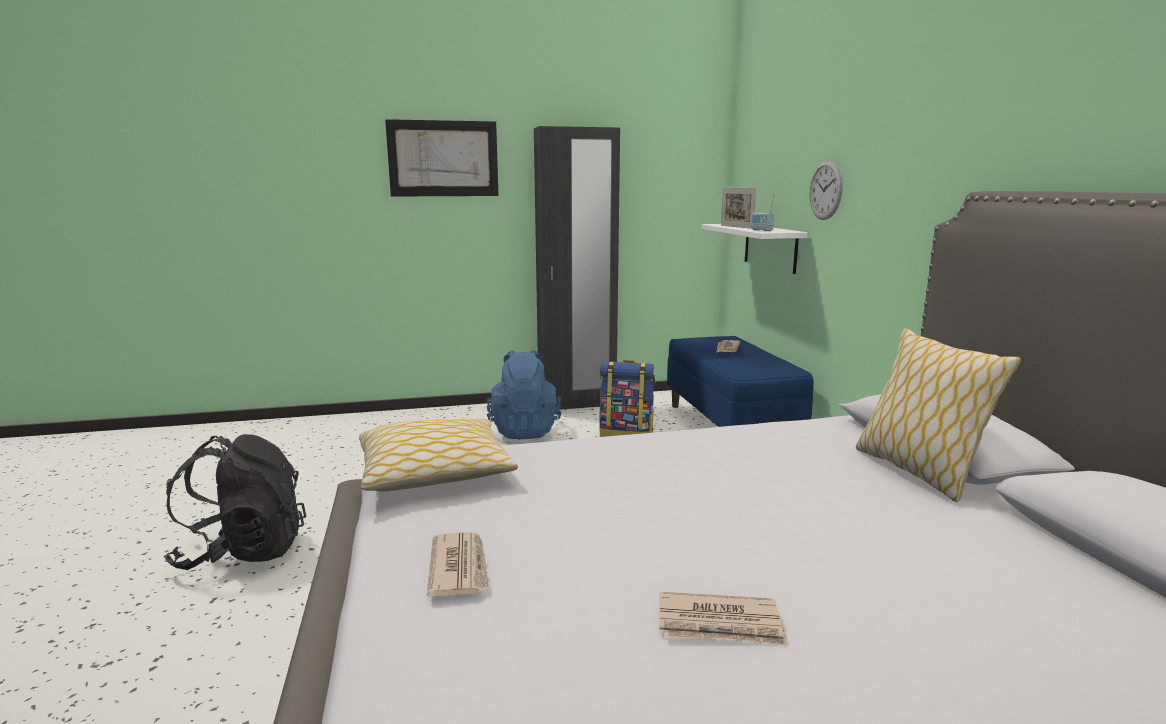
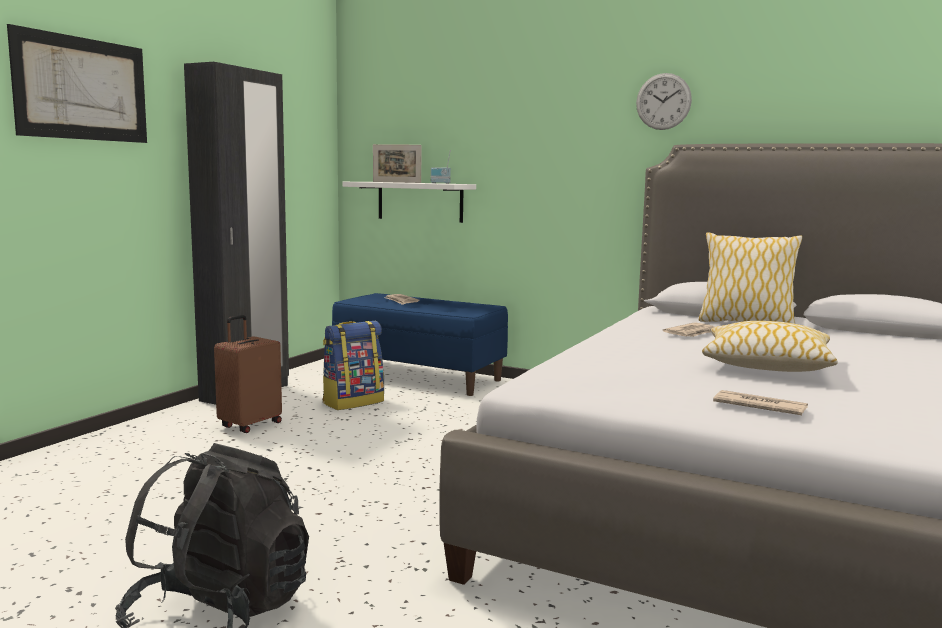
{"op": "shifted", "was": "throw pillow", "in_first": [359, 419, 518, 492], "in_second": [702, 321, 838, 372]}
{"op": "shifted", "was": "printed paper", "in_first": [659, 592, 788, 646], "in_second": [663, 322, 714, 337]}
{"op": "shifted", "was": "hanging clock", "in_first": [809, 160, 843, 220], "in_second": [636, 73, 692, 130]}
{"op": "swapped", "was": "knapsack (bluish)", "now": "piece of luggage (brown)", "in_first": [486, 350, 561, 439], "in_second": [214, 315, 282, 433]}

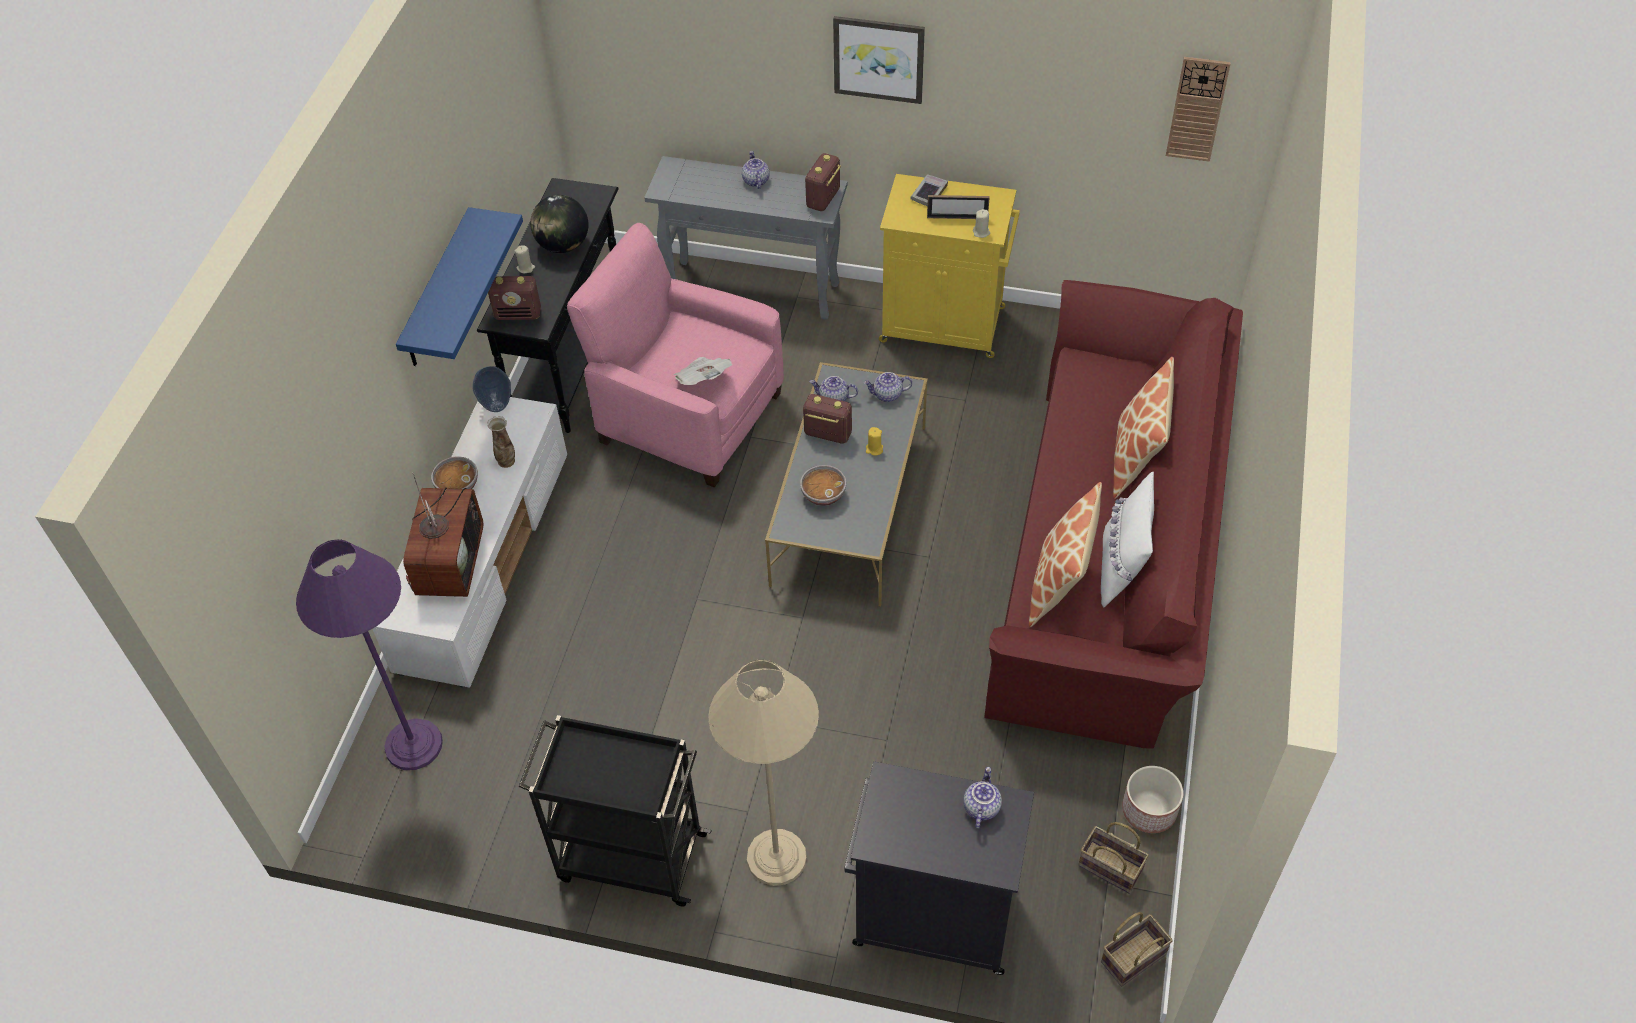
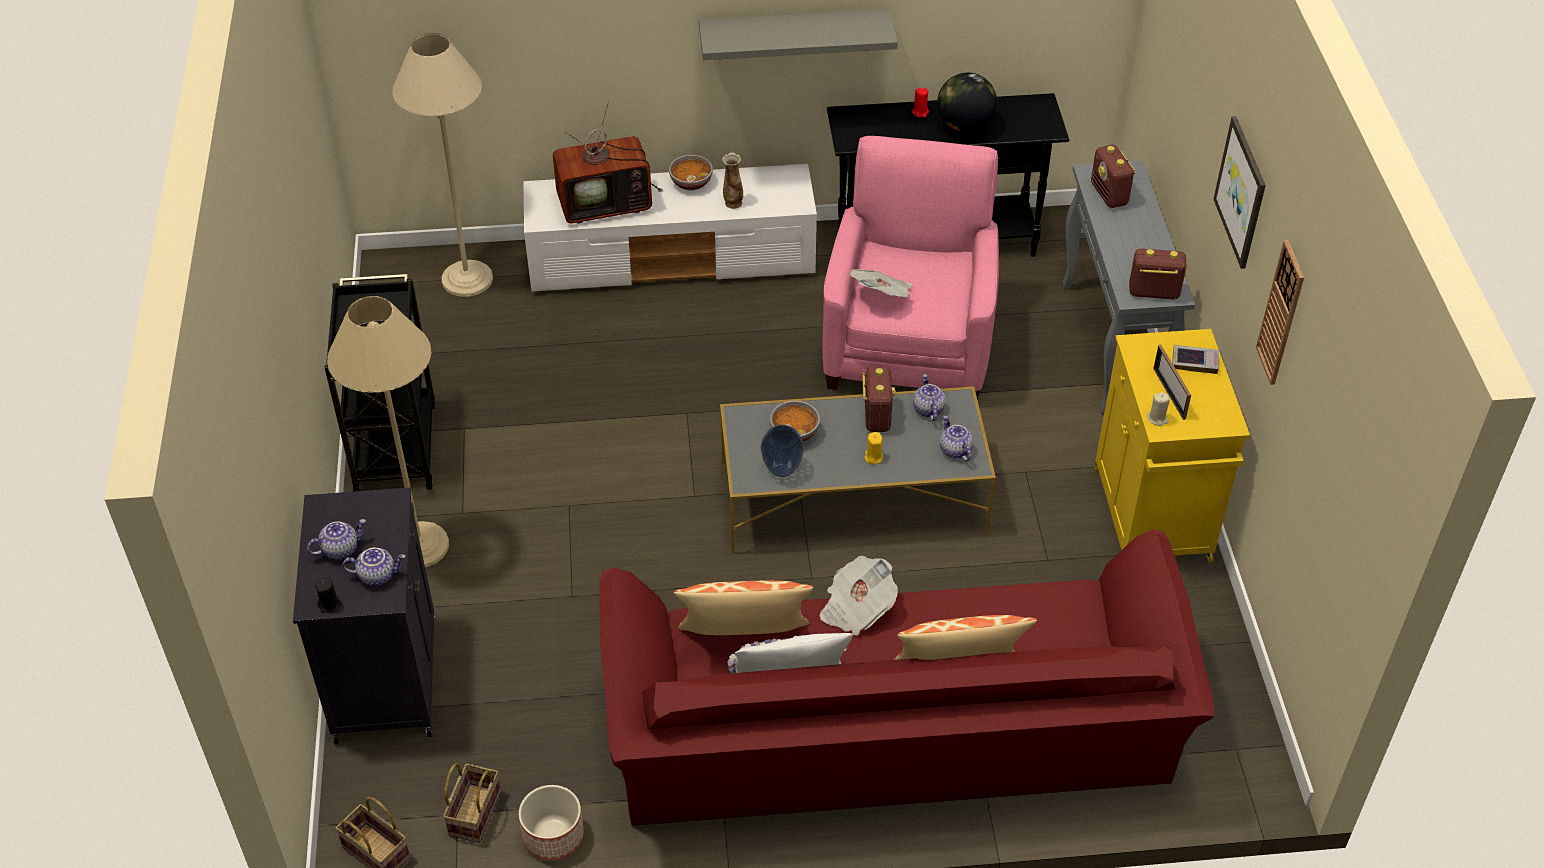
{"op": "new", "now": "wax candle (blackish)", "in_second": [315, 577, 342, 613]}
{"op": "new", "now": "printed paper", "in_second": [820, 556, 898, 635]}
{"op": "shifted", "was": "flower vase", "in_first": [473, 366, 511, 412], "in_second": [761, 425, 804, 477]}
{"op": "shifted", "was": "radio", "in_first": [488, 276, 541, 320], "in_second": [1091, 145, 1136, 208]}
{"op": "shifted", "was": "teapot", "in_first": [742, 151, 770, 189], "in_second": [307, 519, 366, 559]}
{"op": "shifted", "was": "hanging clock", "in_first": [1166, 57, 1231, 162], "in_second": [1256, 240, 1304, 385]}
{"op": "repainted", "was": "floor lamp (purple-coloured)", "now": "floor lamp (beige)", "in_first": [296, 540, 443, 770], "in_second": [392, 33, 493, 297]}
{"op": "repainted", "was": "shelf (bluish)", "now": "shelf (gray)", "in_first": [396, 207, 523, 366], "in_second": [699, 9, 898, 60]}
{"op": "repainted", "was": "wax candle (beige)", "now": "wax candle (reddish)", "in_first": [514, 246, 535, 273], "in_second": [912, 88, 929, 118]}

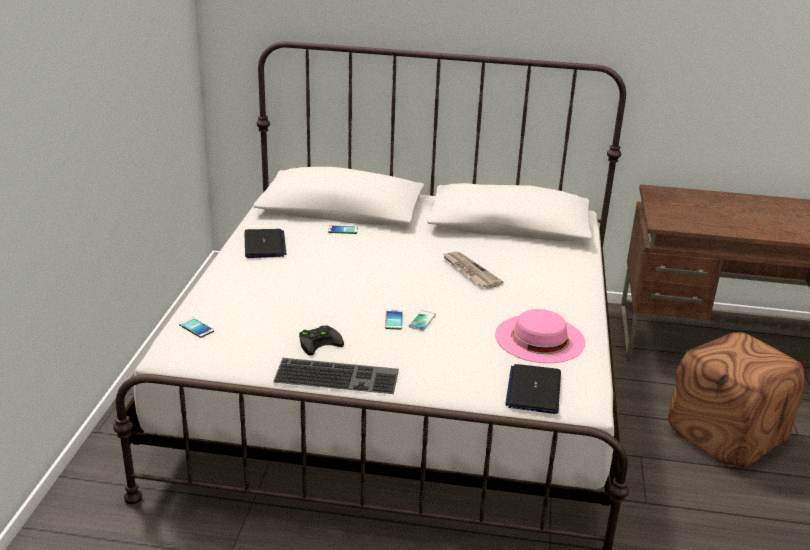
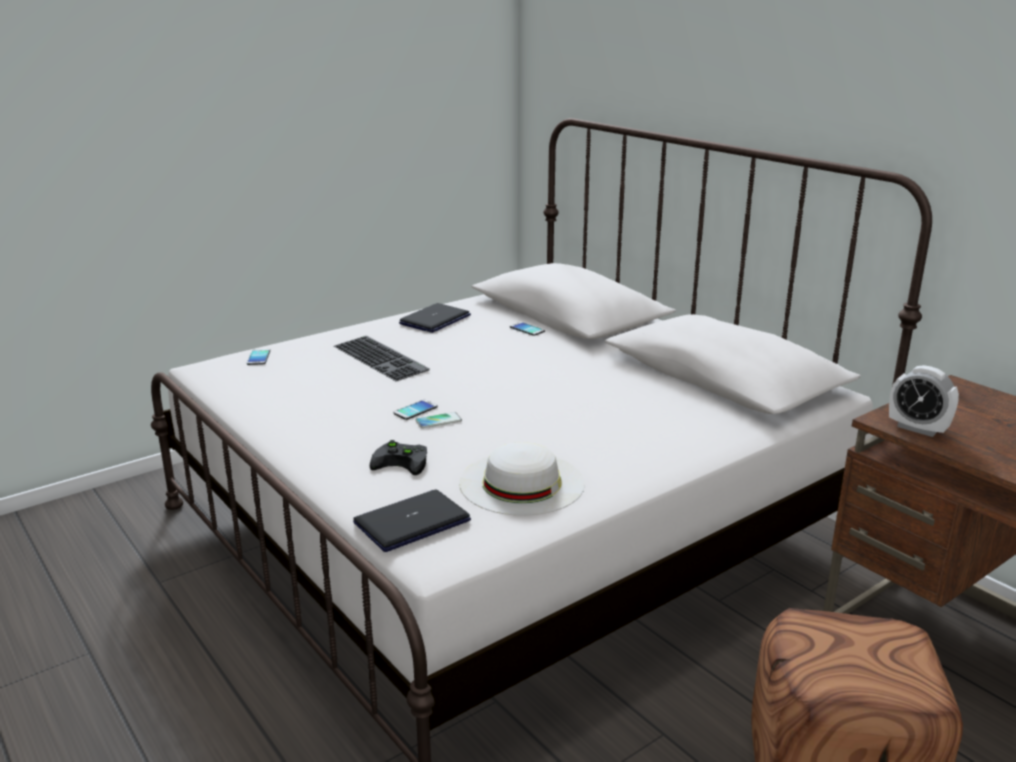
{"op": "gone", "was": "printed paper", "in_first": [442, 251, 504, 289]}
{"op": "new", "now": "table clock", "in_second": [889, 365, 959, 437]}
{"op": "shifted", "was": "computer keyboard", "in_first": [273, 358, 399, 394], "in_second": [334, 336, 430, 381]}
{"op": "shifted", "was": "game controller (blackish)", "in_first": [299, 325, 344, 355], "in_second": [370, 440, 427, 475]}
{"op": "repainted", "was": "clothing hat (pink-coloured)", "now": "clothing hat (whitish)", "in_first": [495, 309, 585, 363], "in_second": [459, 442, 585, 516]}

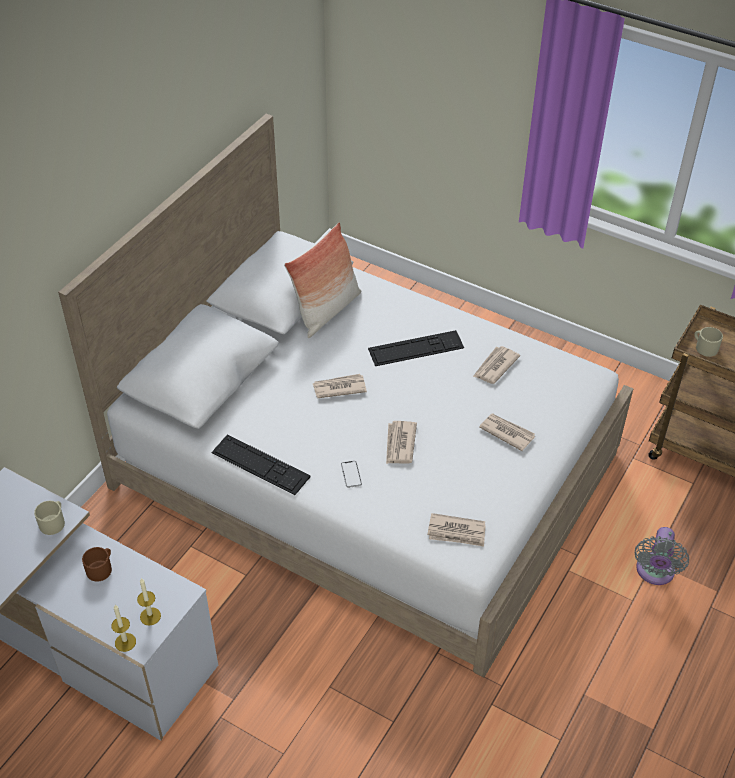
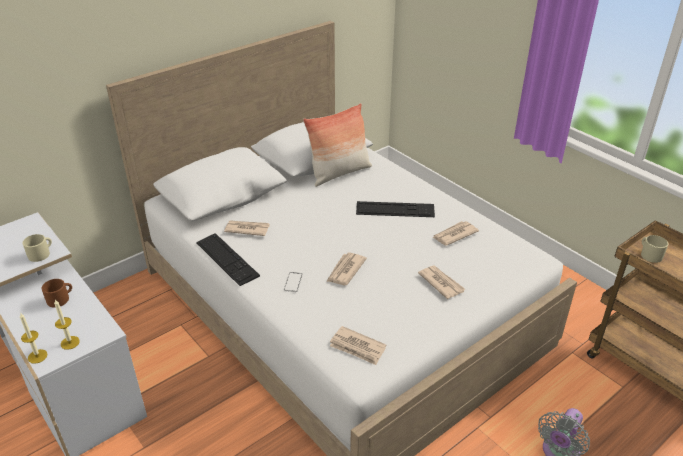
{"op": "shifted", "was": "printed paper", "in_first": [313, 374, 367, 398], "in_second": [224, 220, 270, 236]}

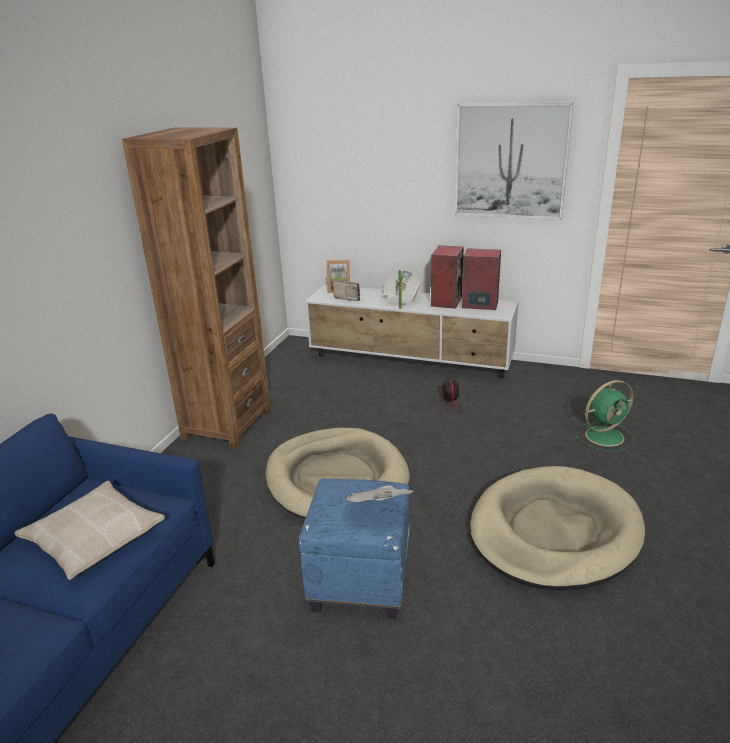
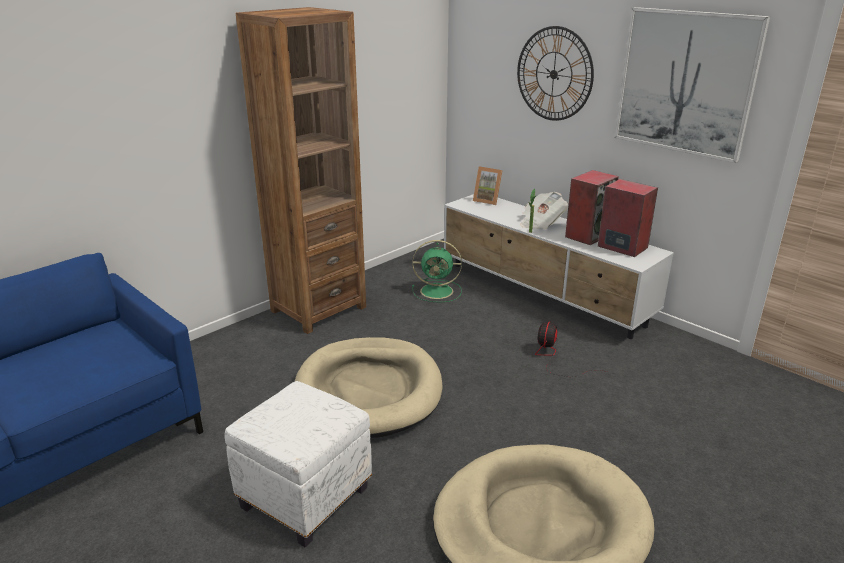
{"op": "gone", "was": "throw pillow (beige)", "in_first": [14, 481, 165, 580]}
{"op": "gone", "was": "radio", "in_first": [333, 280, 361, 301]}
{"op": "gone", "was": "printed paper", "in_first": [346, 485, 413, 502]}
{"op": "new", "now": "hanging clock", "in_second": [517, 26, 594, 121]}
{"op": "shifted", "was": "electric fan (green)", "in_first": [574, 380, 635, 451], "in_second": [412, 240, 462, 303]}
{"op": "repainted", "was": "footrest (bluish)", "now": "footrest (whitish)", "in_first": [299, 479, 410, 619], "in_second": [224, 381, 372, 547]}

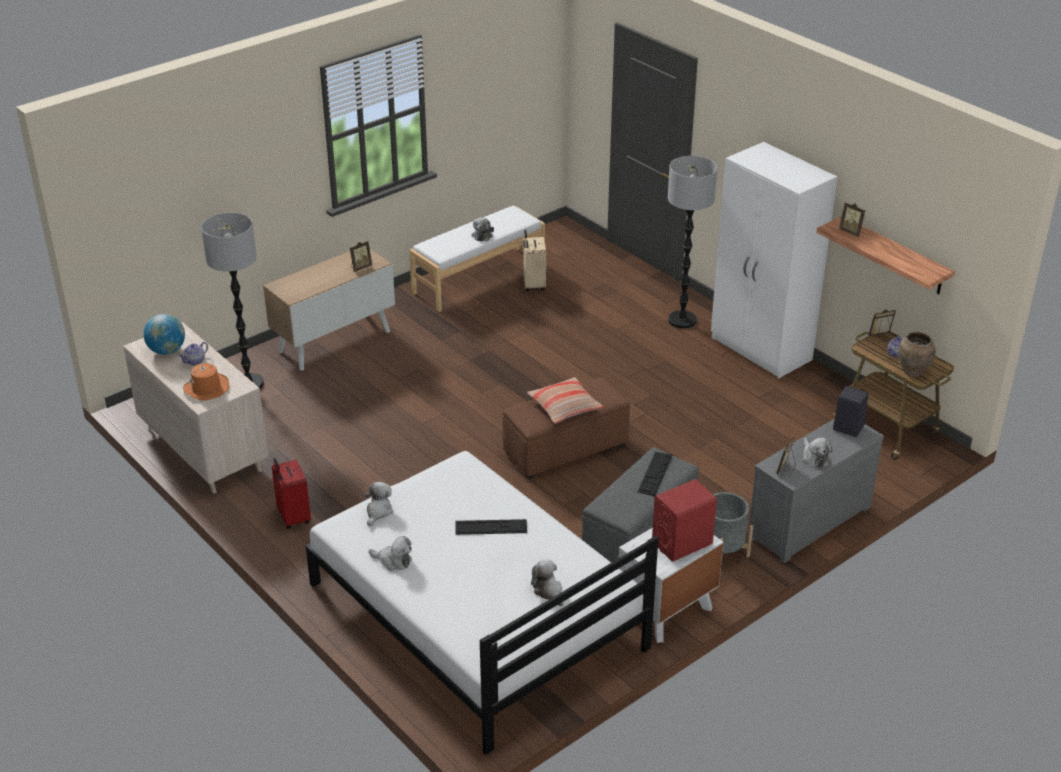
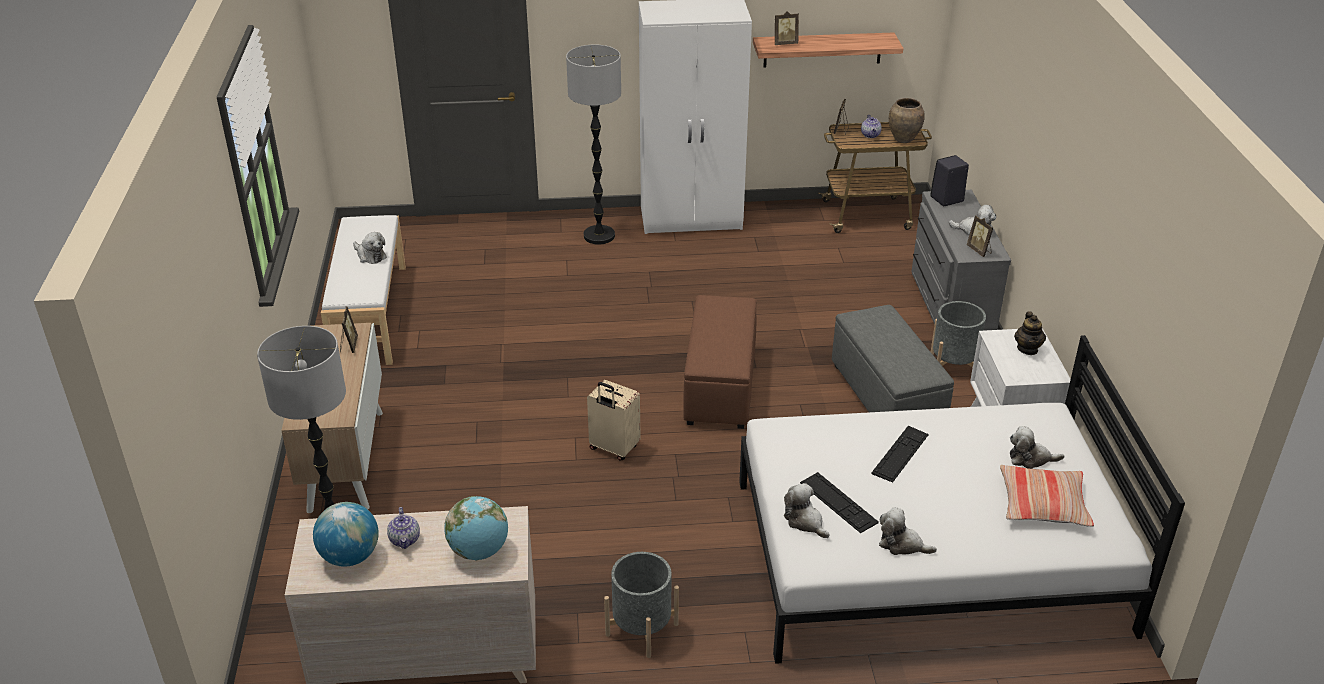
{"op": "shifted", "was": "piece of luggage (beige)", "in_first": [523, 230, 546, 291], "in_second": [587, 380, 641, 460]}
{"op": "shifted", "was": "throw pillow", "in_first": [527, 377, 604, 424], "in_second": [1000, 465, 1094, 527]}
{"op": "shifted", "was": "computer keyboard", "in_first": [638, 452, 672, 496], "in_second": [800, 472, 879, 533]}
{"op": "swapped", "was": "clothing hat (orange-coloured)", "now": "desk globe", "in_first": [183, 362, 229, 400], "in_second": [444, 496, 508, 560]}
{"op": "swapped", "was": "piece of luggage (reddish)", "now": "plant pot (gray)", "in_first": [271, 458, 311, 529], "in_second": [604, 552, 679, 658]}
{"op": "swapped", "was": "audio speaker (reddish)", "now": "teapot", "in_first": [652, 479, 717, 562], "in_second": [1014, 312, 1046, 355]}
{"op": "rotated", "was": "soft toy", "in_first": [369, 536, 412, 571], "in_second": [879, 507, 937, 555], "clockwise": -120}

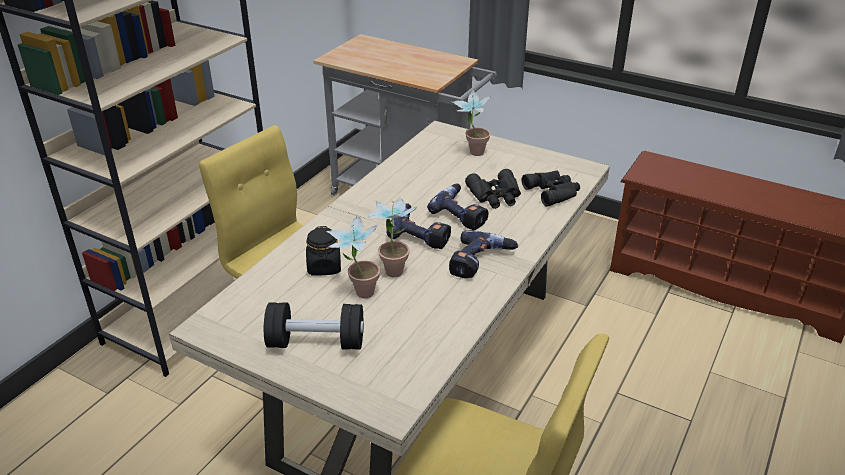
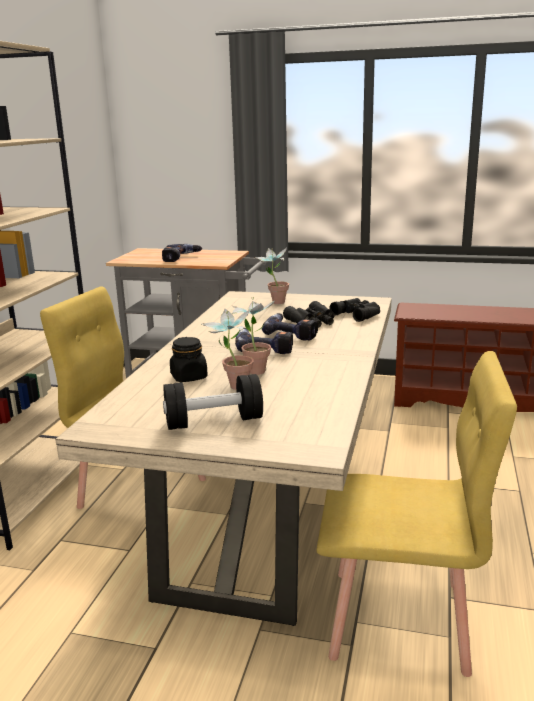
{"op": "shifted", "was": "drill", "in_first": [449, 230, 518, 278], "in_second": [162, 244, 202, 262]}

